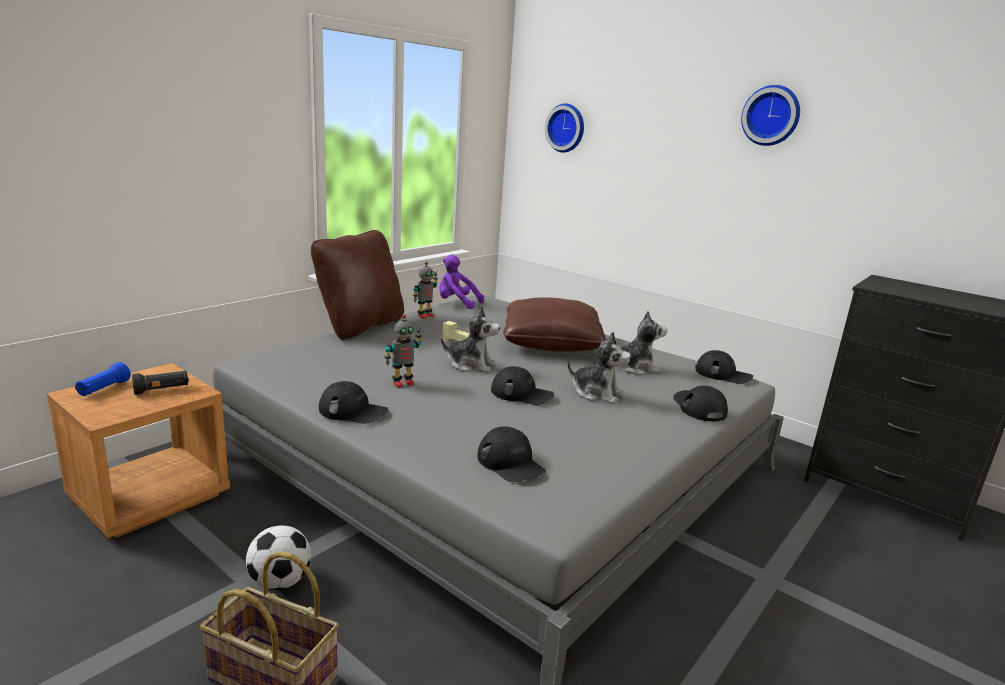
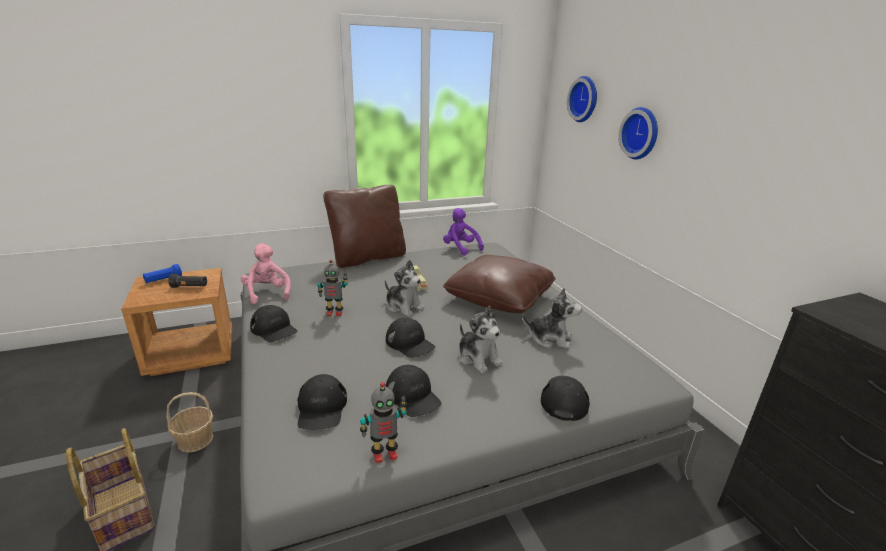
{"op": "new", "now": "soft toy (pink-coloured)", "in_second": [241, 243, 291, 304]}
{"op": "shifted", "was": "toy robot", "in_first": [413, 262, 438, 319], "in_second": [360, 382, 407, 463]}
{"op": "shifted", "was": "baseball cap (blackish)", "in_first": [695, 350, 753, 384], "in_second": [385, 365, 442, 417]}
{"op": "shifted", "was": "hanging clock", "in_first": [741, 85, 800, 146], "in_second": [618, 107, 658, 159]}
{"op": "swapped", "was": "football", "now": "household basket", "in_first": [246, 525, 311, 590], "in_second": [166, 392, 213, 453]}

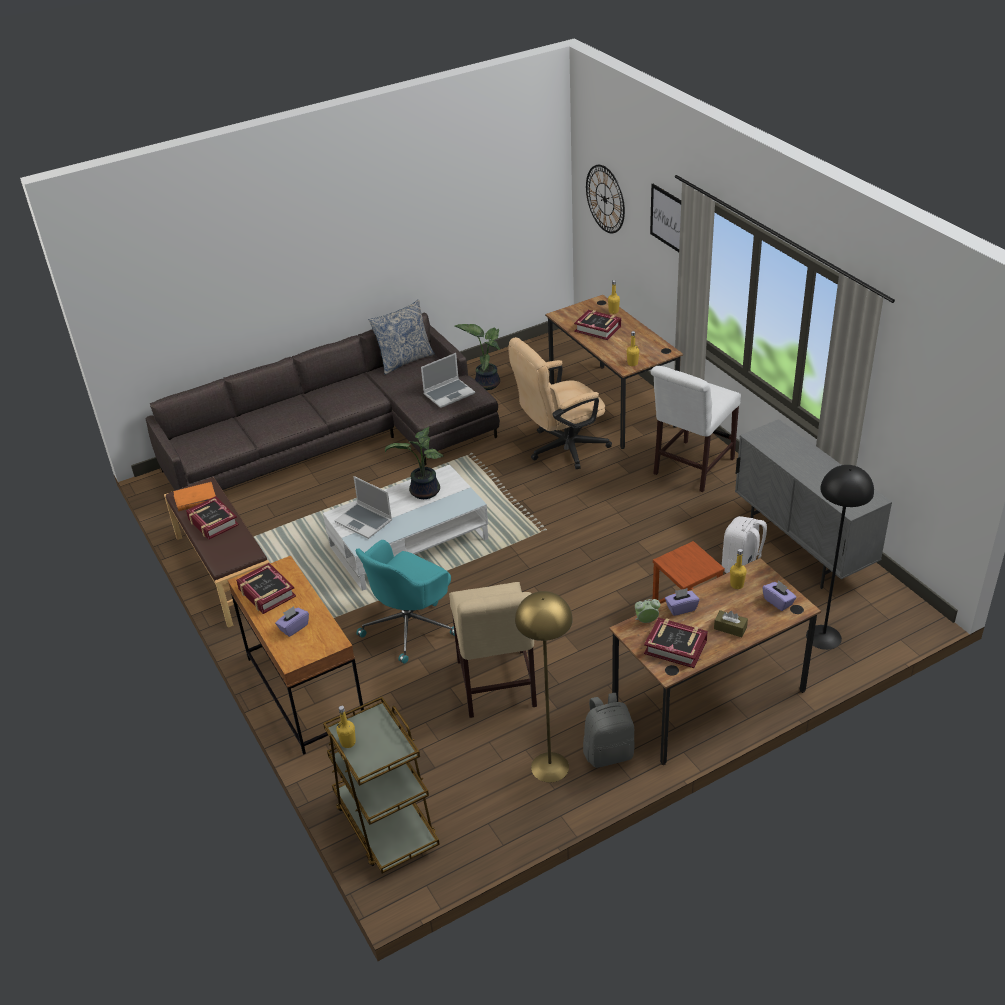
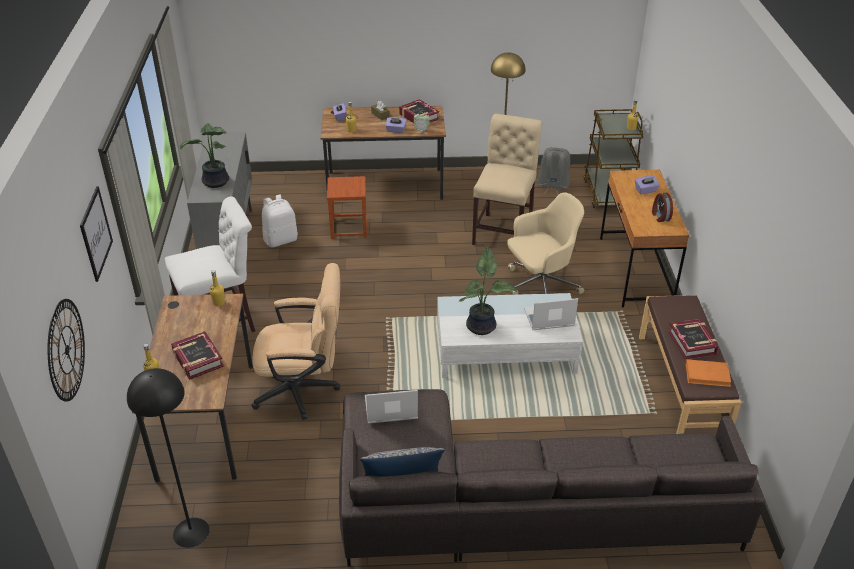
{"op": "shifted", "was": "plant in a pot", "in_first": [455, 324, 500, 390], "in_second": [180, 123, 229, 188]}
{"op": "shifted", "was": "knapsack (gray)", "in_first": [583, 693, 635, 768], "in_second": [538, 147, 570, 195]}
{"op": "shifted", "was": "floor lamp (blackish)", "in_first": [806, 465, 874, 650], "in_second": [127, 368, 210, 548]}
{"op": "swapped", "was": "volume", "now": "table clock", "in_first": [236, 563, 296, 614], "in_second": [652, 193, 673, 222]}
{"op": "repainted", "was": "office chair (blue-green)", "now": "office chair (beige)", "in_first": [355, 540, 455, 664], "in_second": [507, 192, 584, 295]}
{"op": "rotated", "was": "portable computer", "in_first": [335, 476, 392, 539], "in_second": [524, 298, 578, 330], "clockwise": -75}

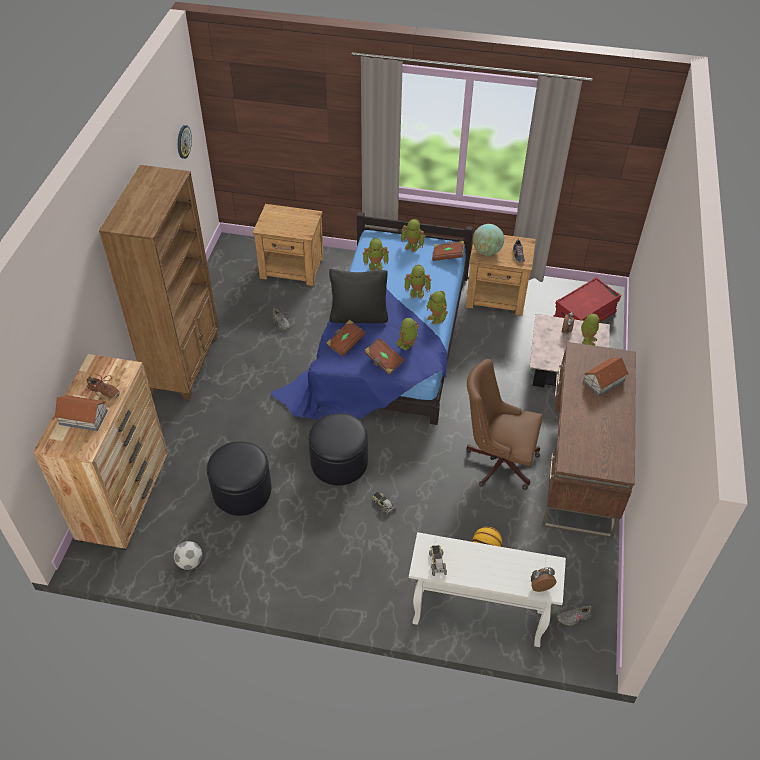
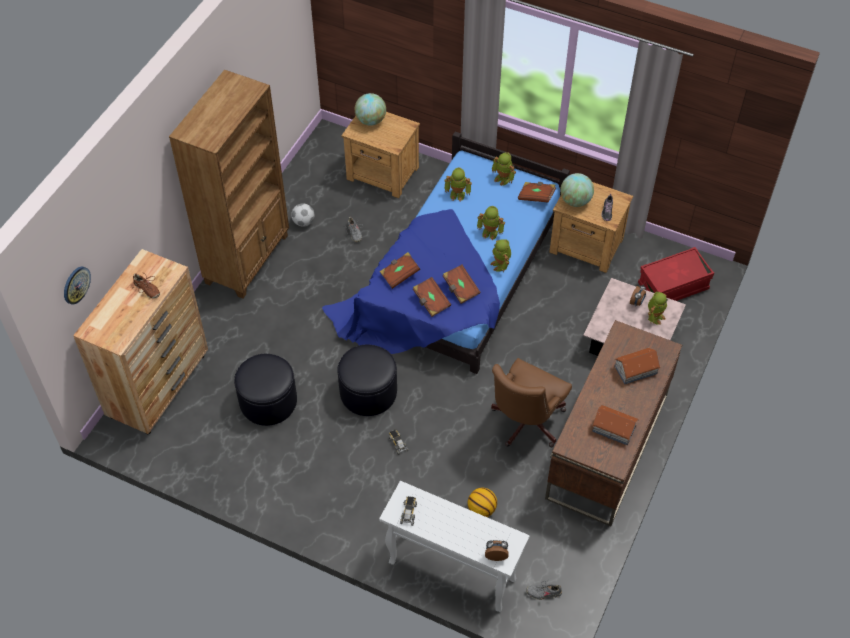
{"op": "gone", "was": "throw pillow (blackish)", "in_first": [329, 269, 388, 323]}
{"op": "new", "now": "desk globe", "in_second": [355, 93, 386, 125]}
{"op": "shifted", "was": "toy house", "in_first": [54, 395, 108, 431], "in_second": [592, 405, 639, 445]}
{"op": "shifted", "was": "football", "in_first": [174, 541, 202, 570], "in_second": [291, 203, 314, 227]}
{"op": "shifted", "was": "hanging clock", "in_first": [178, 125, 192, 159], "in_second": [64, 267, 91, 305]}
{"op": "swapped", "was": "toy robot", "now": "volume (brown)", "in_first": [396, 318, 419, 351], "in_second": [443, 265, 481, 304]}
{"op": "rotated", "was": "office chair (brown)", "in_first": [466, 359, 543, 490], "in_second": [491, 358, 572, 447], "clockwise": -90}

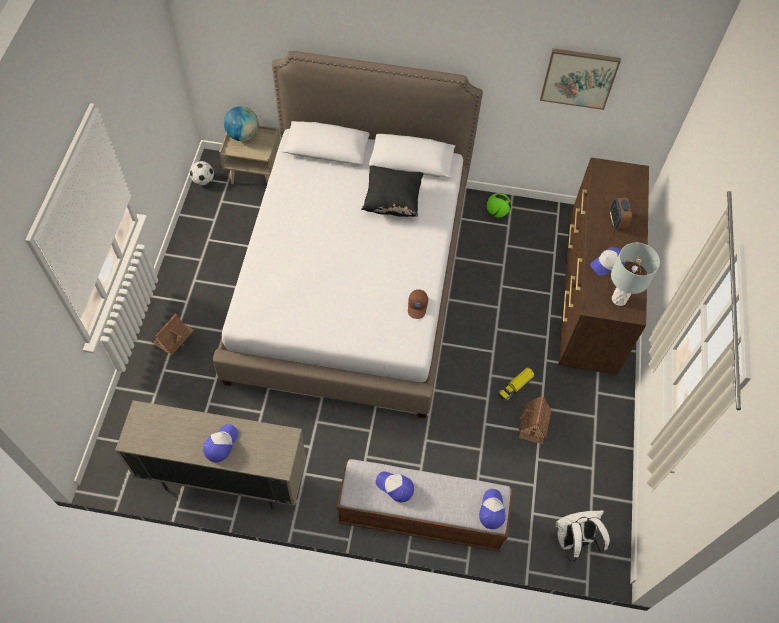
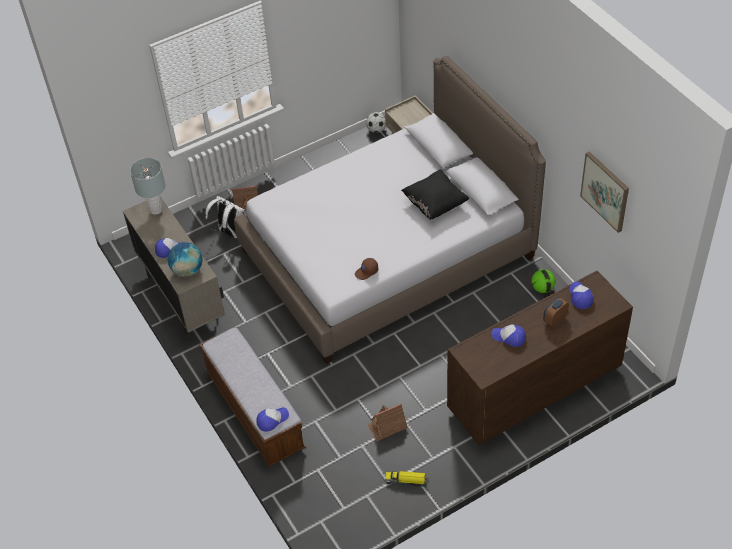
{"op": "shifted", "was": "desk globe", "in_first": [224, 106, 258, 141], "in_second": [168, 242, 203, 277]}
{"op": "shifted", "was": "baseball cap", "in_first": [376, 472, 414, 502], "in_second": [570, 282, 594, 309]}
{"op": "shifted", "was": "model truck", "in_first": [498, 367, 534, 402], "in_second": [385, 470, 427, 487]}
{"op": "shifted", "was": "knapsack (whitish)", "in_first": [555, 510, 610, 562], "in_second": [205, 196, 247, 238]}
{"op": "shifted", "was": "lamp for a table (gray)", "in_first": [611, 243, 660, 306], "in_second": [130, 158, 166, 215]}

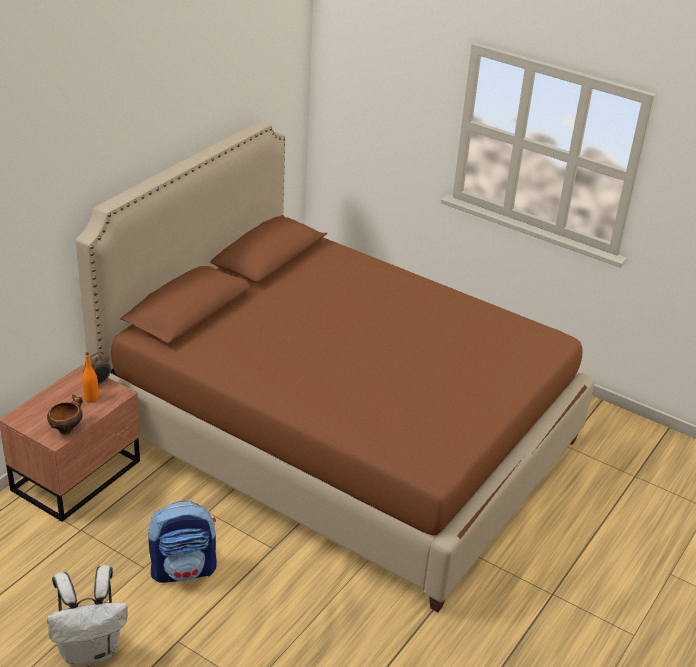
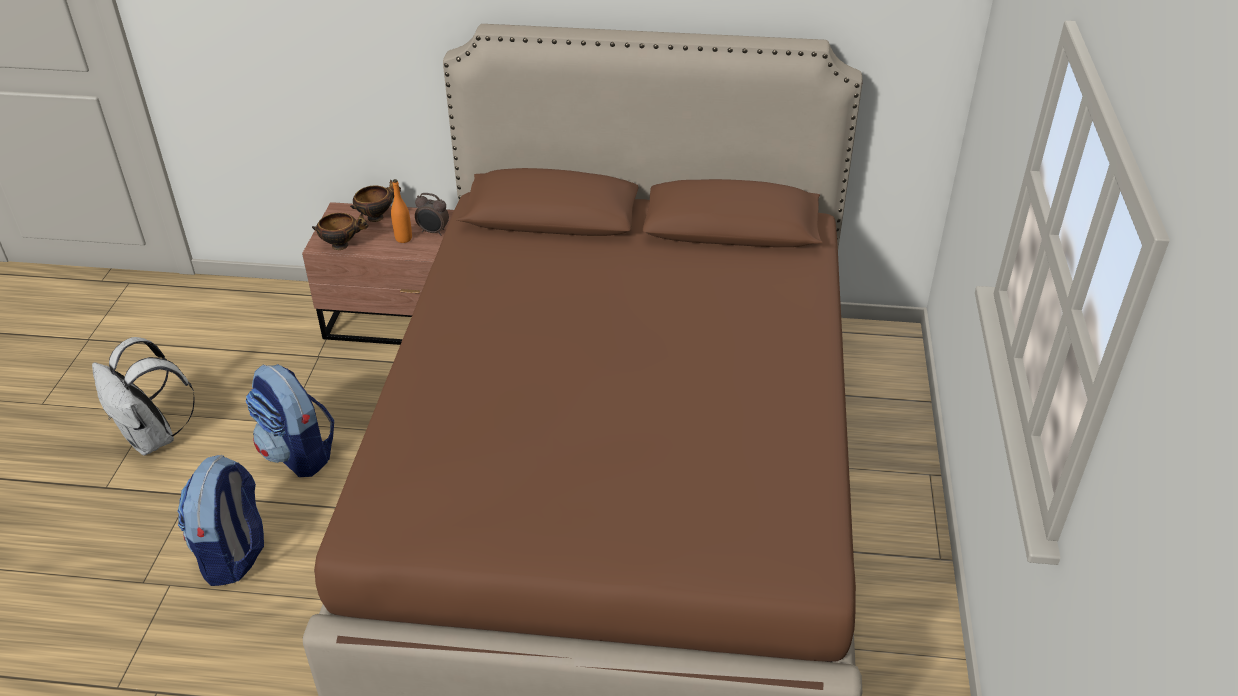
{"op": "new", "now": "knapsack", "in_second": [177, 455, 264, 586]}
{"op": "new", "now": "serving bowl", "in_second": [350, 180, 401, 222]}

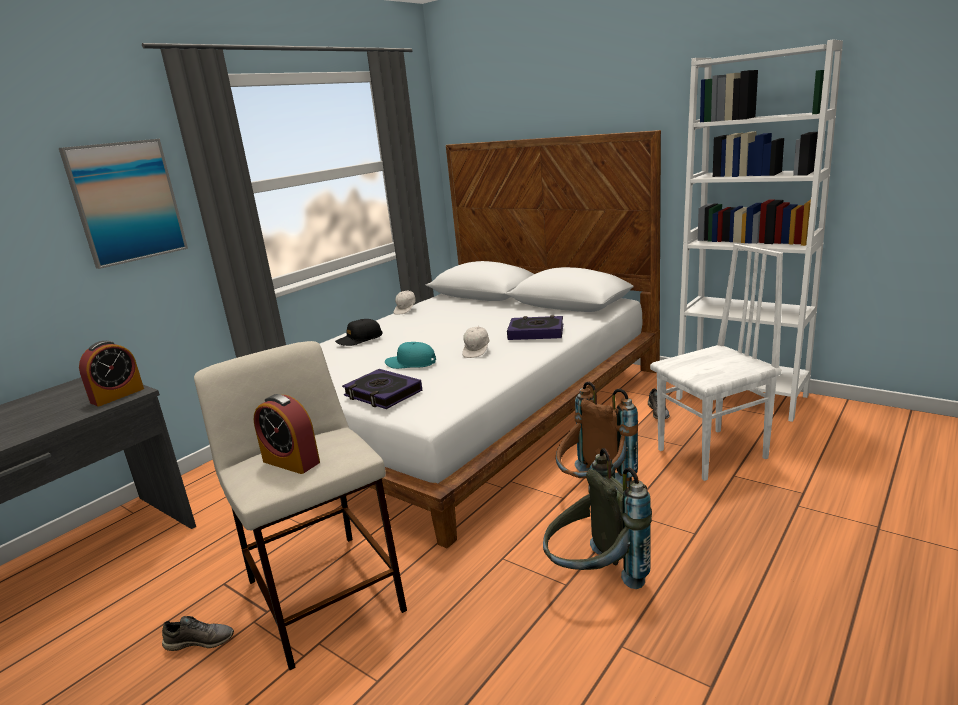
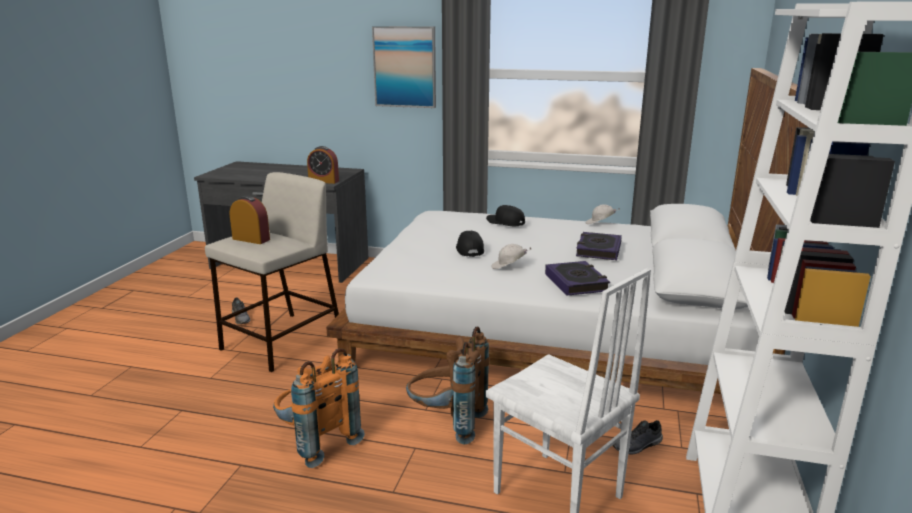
{"op": "shifted", "was": "volume", "in_first": [342, 369, 422, 409], "in_second": [576, 232, 622, 260]}
{"op": "repainted", "was": "baseball cap (blue-green)", "now": "baseball cap (blackish)", "in_first": [385, 342, 436, 369], "in_second": [456, 231, 484, 257]}
{"op": "repainted", "was": "knapsack (gray)", "now": "knapsack (orange-coloured)", "in_first": [543, 448, 652, 589], "in_second": [273, 348, 365, 468]}
{"op": "rotated", "was": "table clock", "in_first": [254, 394, 320, 474], "in_second": [230, 195, 270, 244], "clockwise": 105}

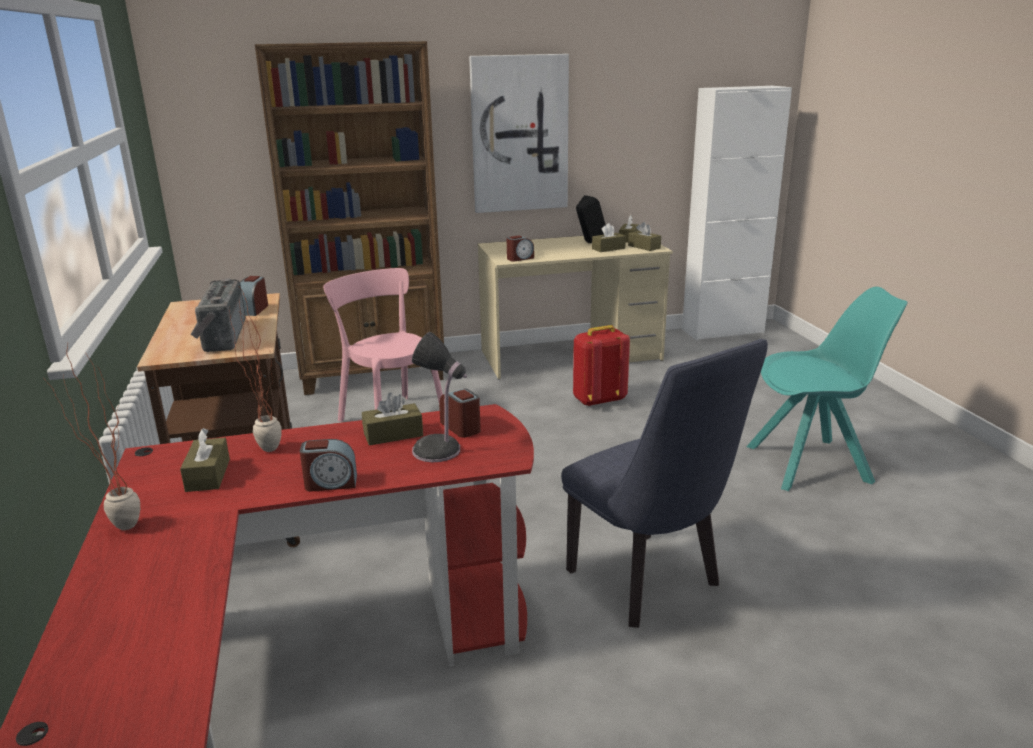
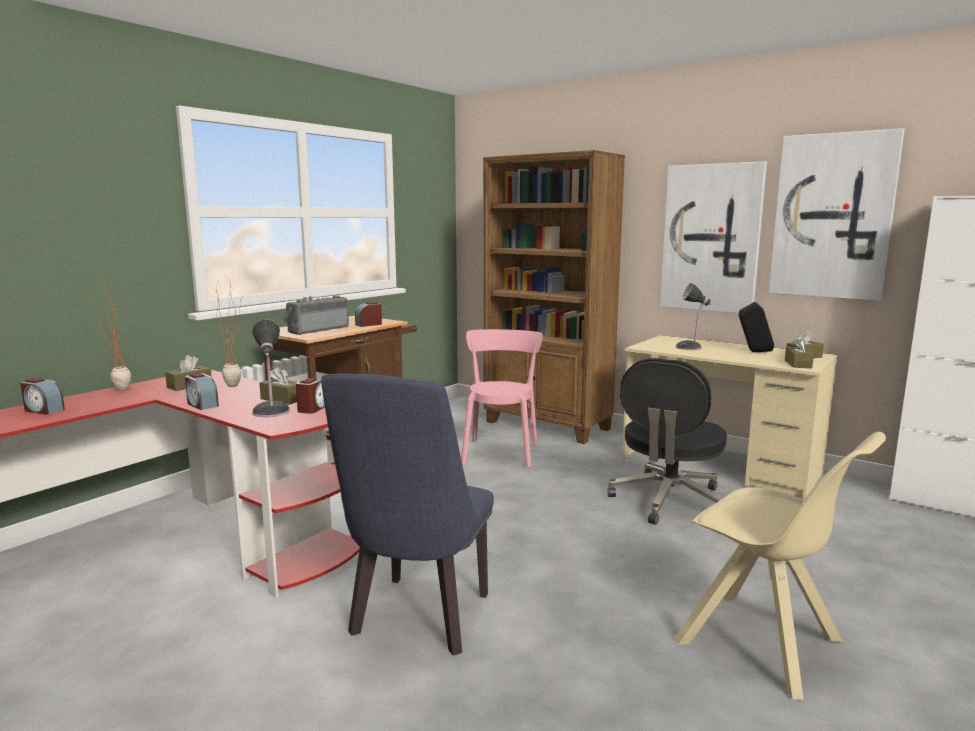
{"op": "gone", "was": "box of tissues (brown)", "in_first": [592, 223, 626, 252]}
{"op": "new", "now": "lamp for a table", "in_second": [676, 283, 711, 350]}
{"op": "new", "now": "picture", "in_second": [768, 128, 905, 301]}
{"op": "shifted", "was": "table clock", "in_first": [507, 235, 534, 262], "in_second": [20, 378, 65, 415]}
{"op": "swapped", "was": "knapsack (reddish)", "now": "office chair (blackish)", "in_first": [573, 325, 630, 407], "in_second": [607, 358, 727, 525]}
{"op": "repainted", "was": "plain chair (blue-green)", "now": "plain chair (beige)", "in_first": [746, 287, 908, 491], "in_second": [674, 432, 886, 700]}

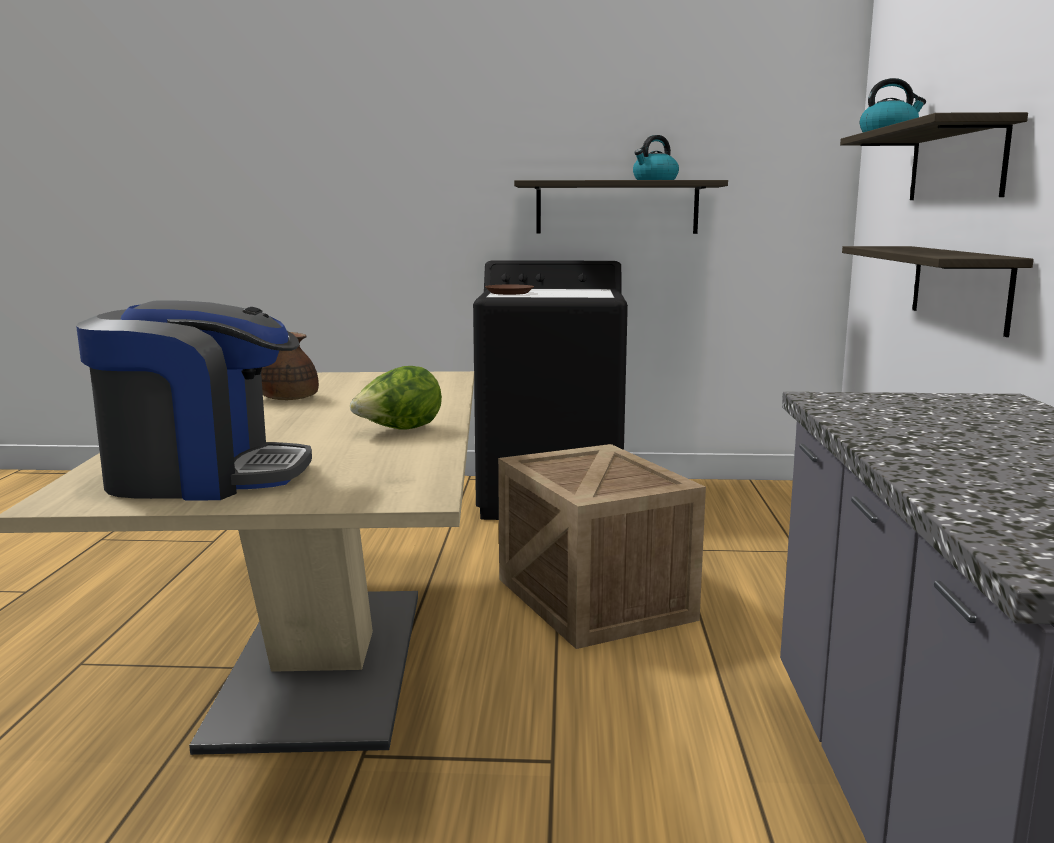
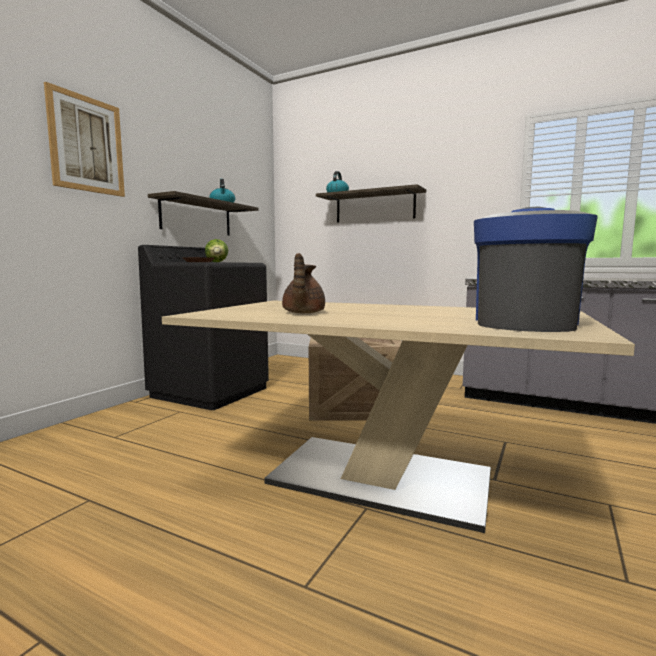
{"op": "gone", "was": "shelf", "in_first": [842, 246, 1034, 337]}
{"op": "new", "now": "picture", "in_second": [44, 82, 125, 197]}
{"op": "shifted", "was": "lettuce head", "in_first": [350, 366, 442, 429], "in_second": [205, 239, 228, 262]}

